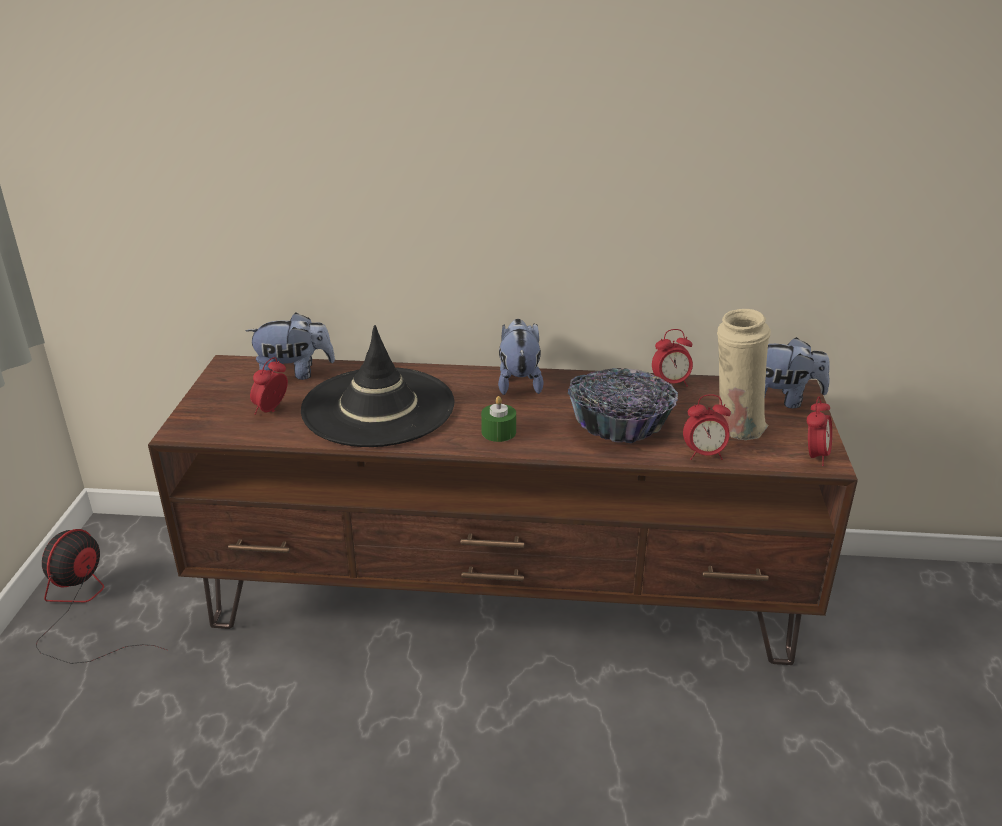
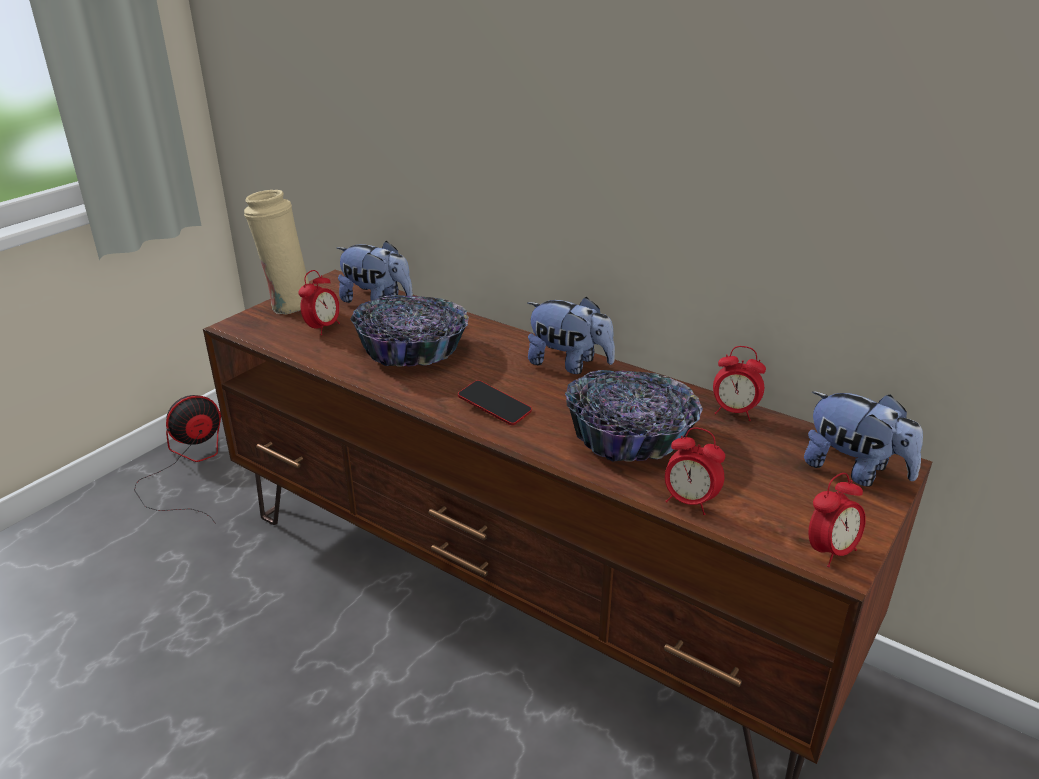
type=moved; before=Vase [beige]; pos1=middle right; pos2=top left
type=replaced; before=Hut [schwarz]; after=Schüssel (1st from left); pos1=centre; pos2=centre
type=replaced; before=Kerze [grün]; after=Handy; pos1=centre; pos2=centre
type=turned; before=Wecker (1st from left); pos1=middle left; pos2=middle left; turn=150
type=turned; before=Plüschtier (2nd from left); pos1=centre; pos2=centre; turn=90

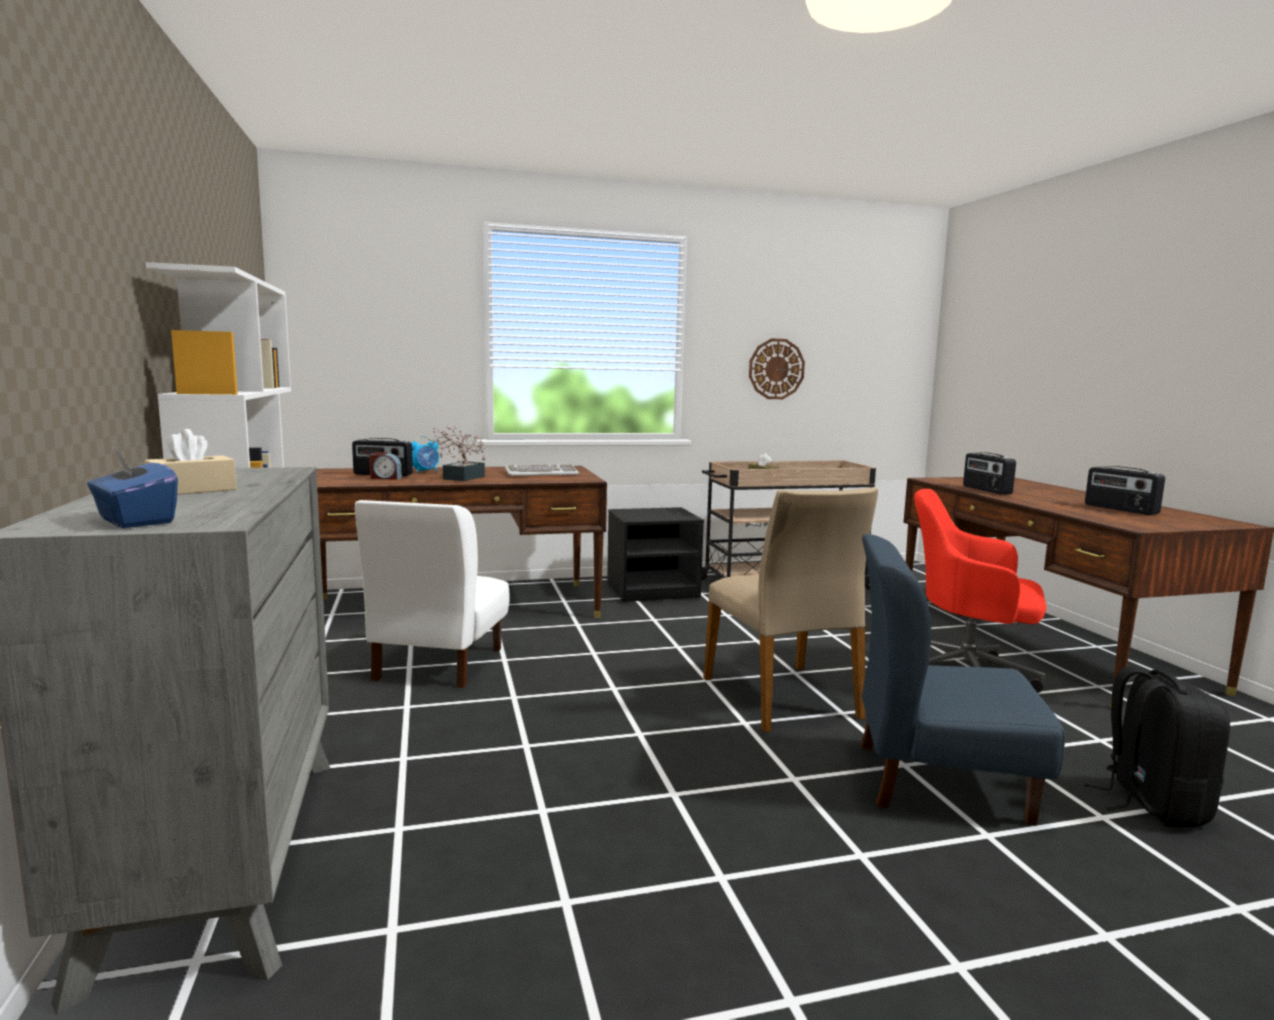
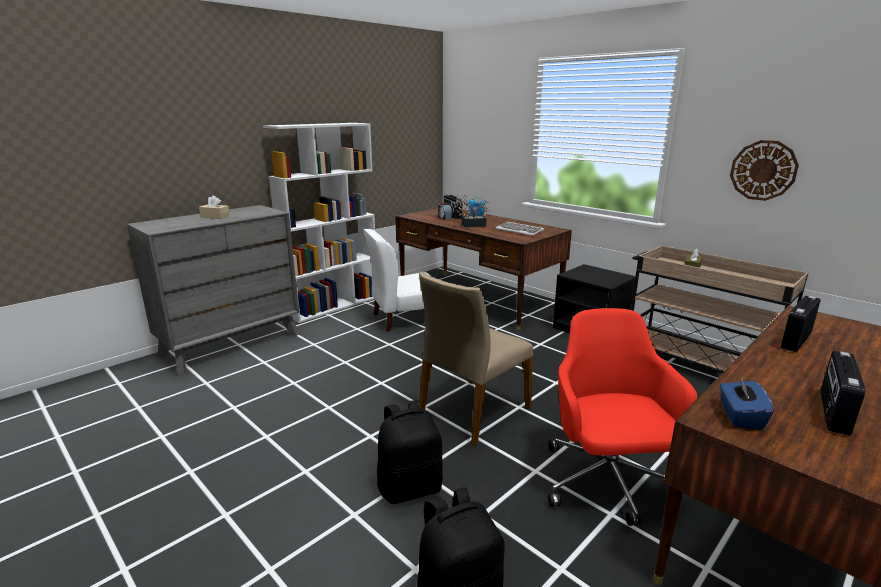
type=moved; before=Taschentuchbox [blau]; pos1=middle left; pos2=bottom right
type=replaced; before=Stuhl [blau]; after=Rucksack [schwarz] (1st from left); pos1=bottom right; pos2=bottom centre

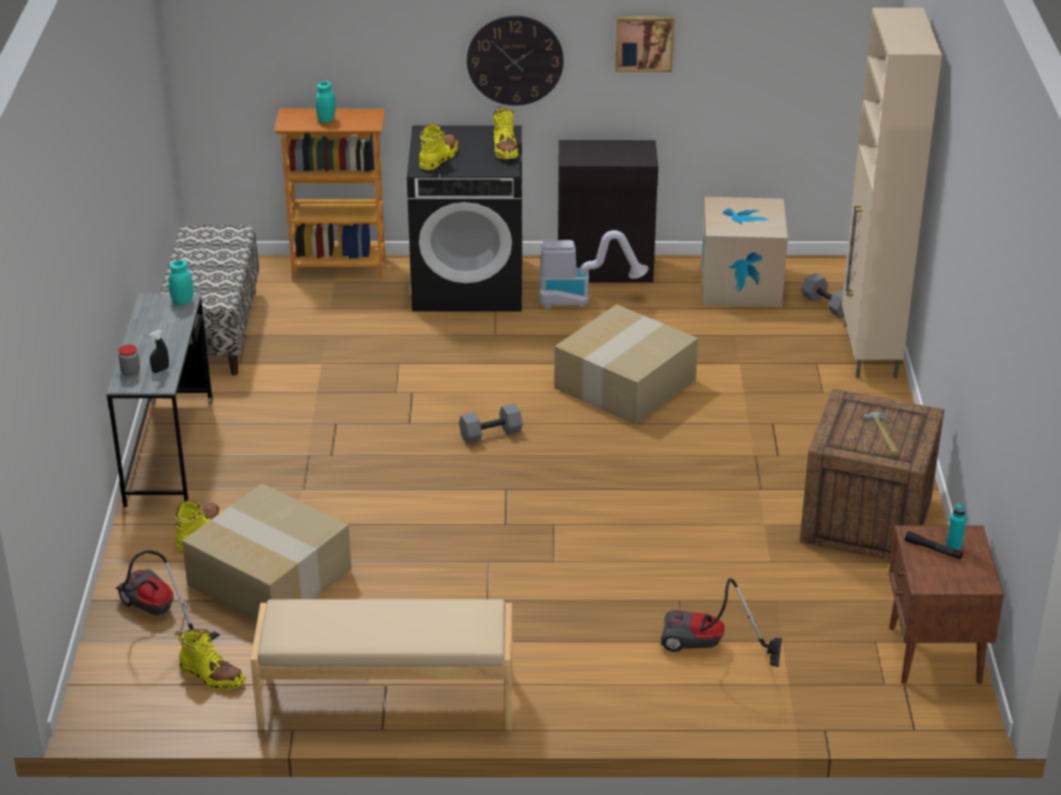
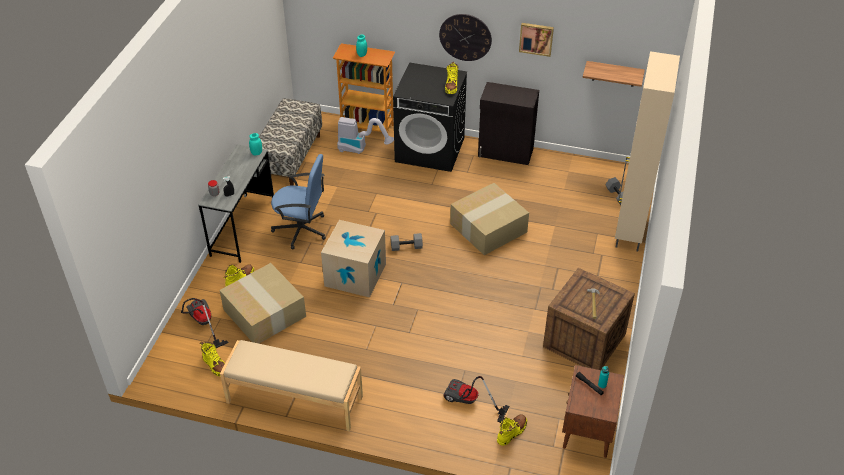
type=added; after=Bürostuhl [blau]; pos2=centre
type=added; after=Wandregal; pos2=top right
type=moved; before=Stiefel [gelb] (3rd from left in the first image); after=Stiefel [gelb] (4th from left); pos1=top centre; pos2=bottom centre
type=moved; before=Staubsauger (2nd from left); pos1=centre; pos2=top centre
type=moved; before=Karton (3rd from left in the first image); after=Karton (2nd from left); pos1=top right; pos2=centre

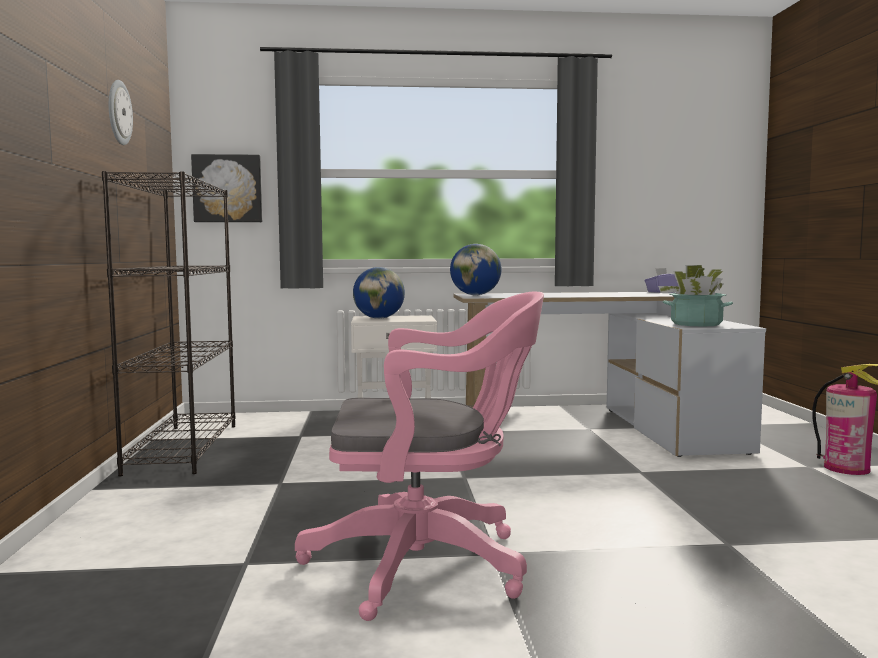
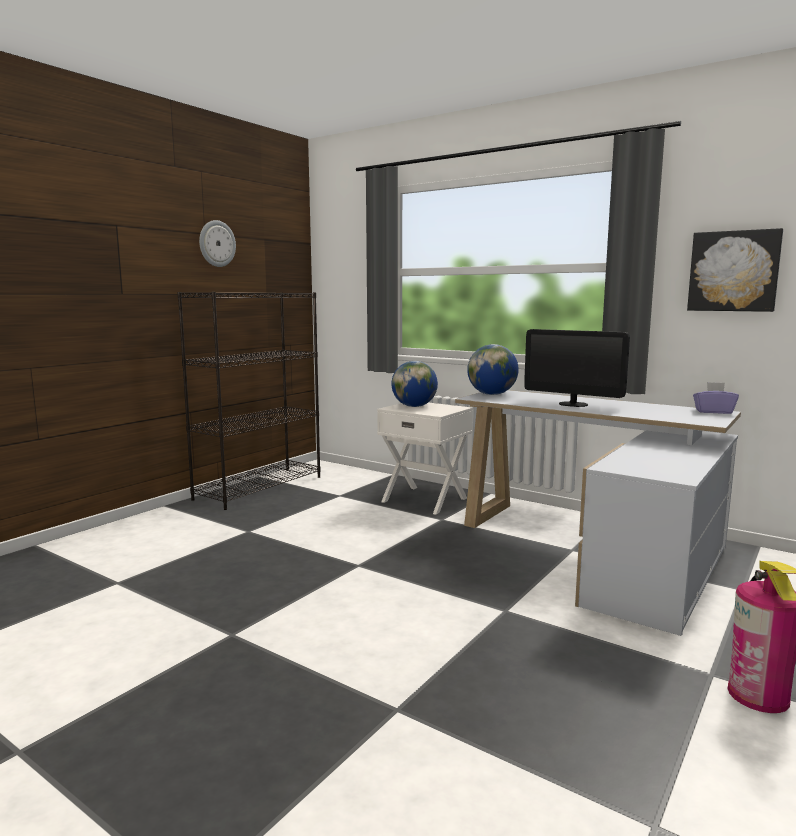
type=removed; before=Bürostuhl [rosa]; pos1=bottom centre
type=removed; before=Topfpflanze; pos1=middle right
type=added; after=Monitor; pos2=middle right
type=moved; before=Bild; pos1=top left; pos2=top right

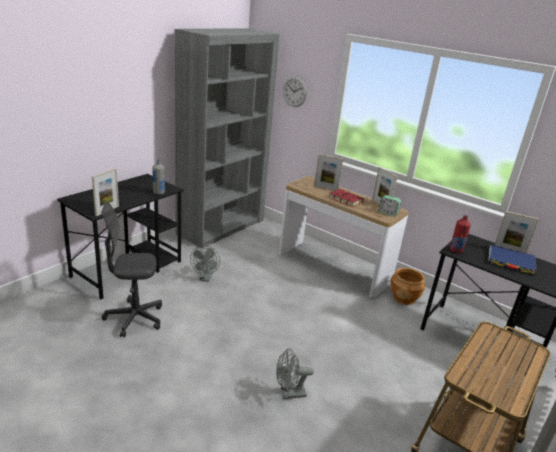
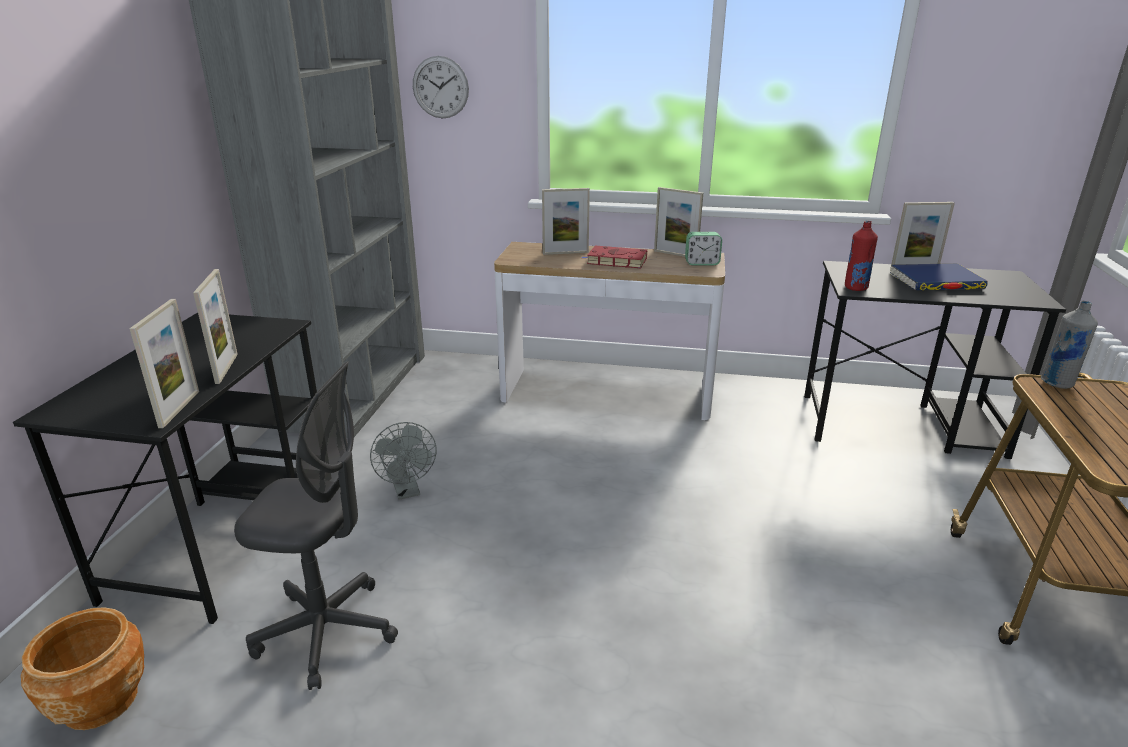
type=removed; before=Ventilator [grau] (2nd from left); pos1=bottom centre
type=added; after=Bilderrahmen (2nd from left); pos2=middle left
type=moved; before=Flasche [grau]; pos1=middle left; pos2=middle right
type=moved; before=Pflanzkübel [braun]; pos1=middle right; pos2=bottom left
type=turned; before=Bürostuhl [grau]; pos1=middle left; pos2=bottom left; turn=-135

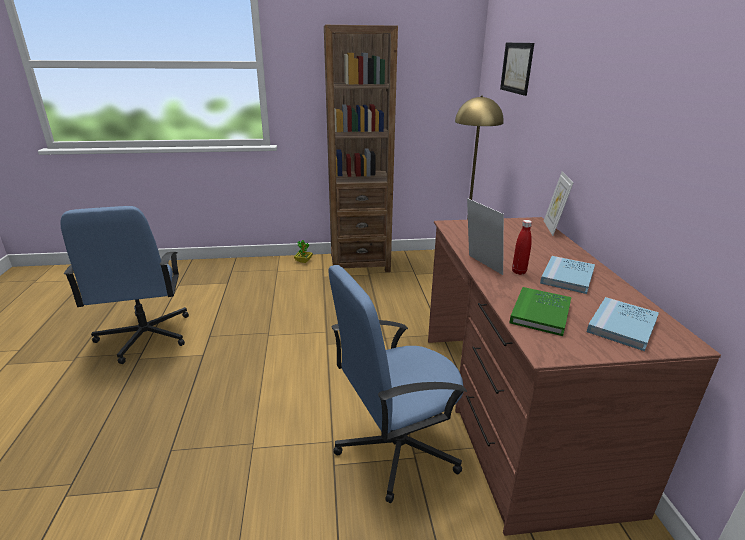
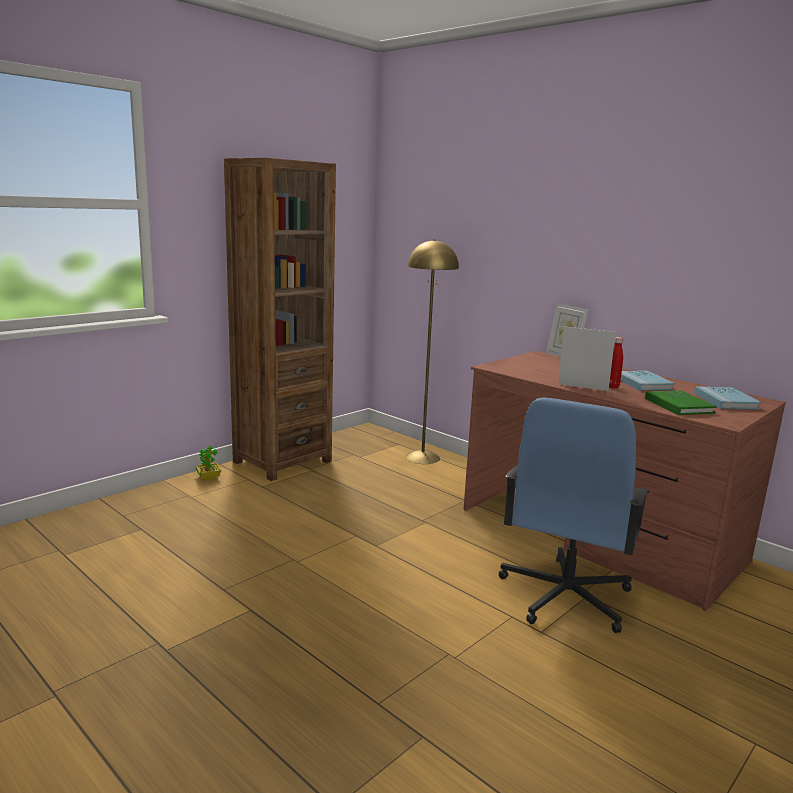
type=removed; before=Bürostuhl [blau] (1st from left); pos1=middle left
type=removed; before=Bild; pos1=top right

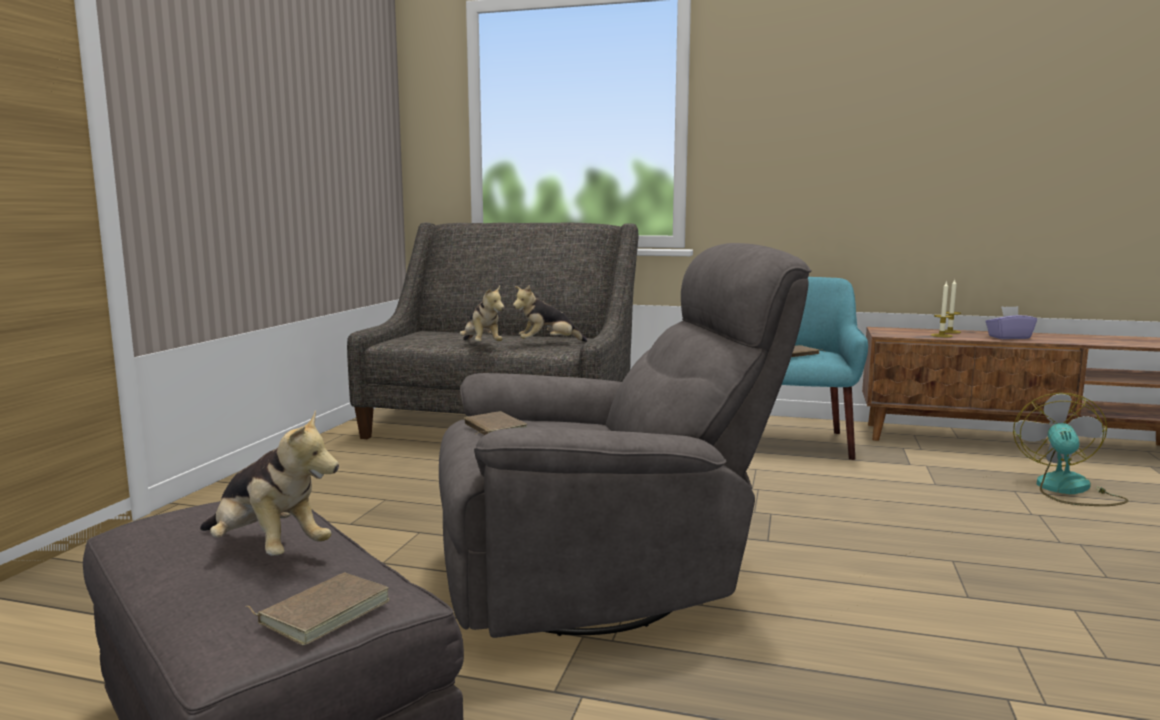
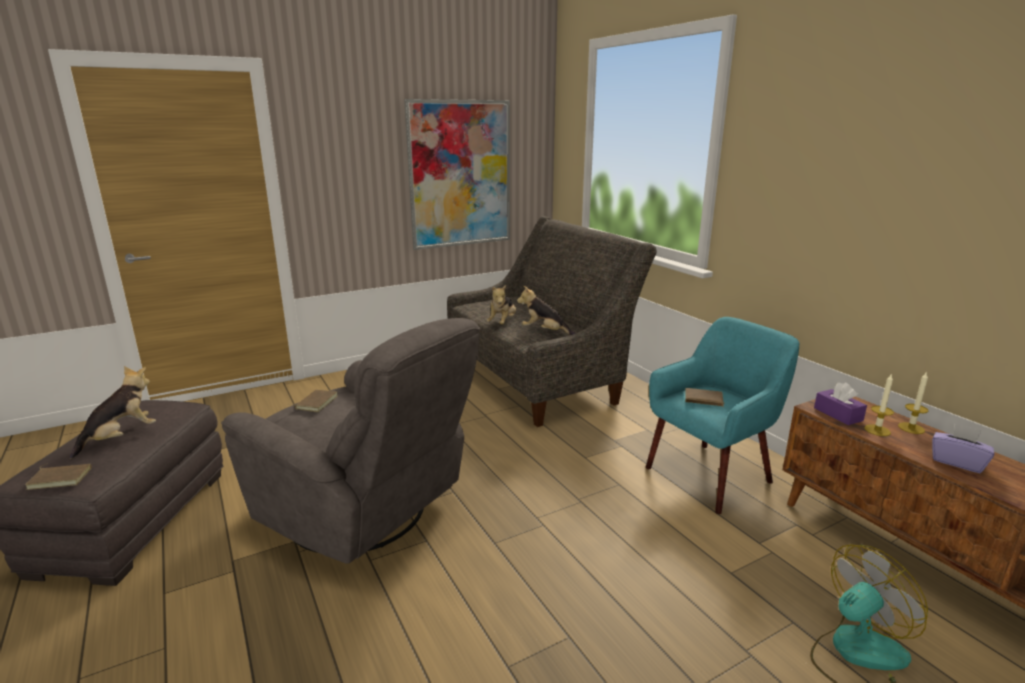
type=added; after=Bild; pos2=top centre
type=added; after=Taschentuchbox [lila] (1st from left); pos2=middle right
type=turned; before=Plüschtier (1st from left); pos1=bottom left; pos2=middle left; turn=-135

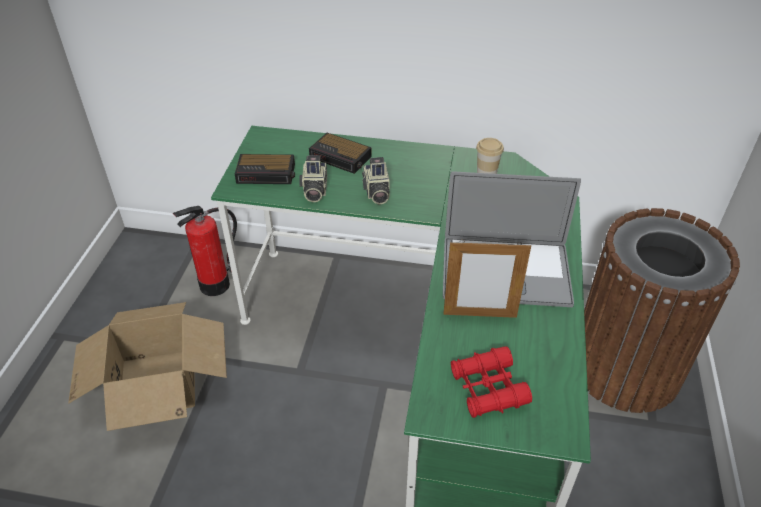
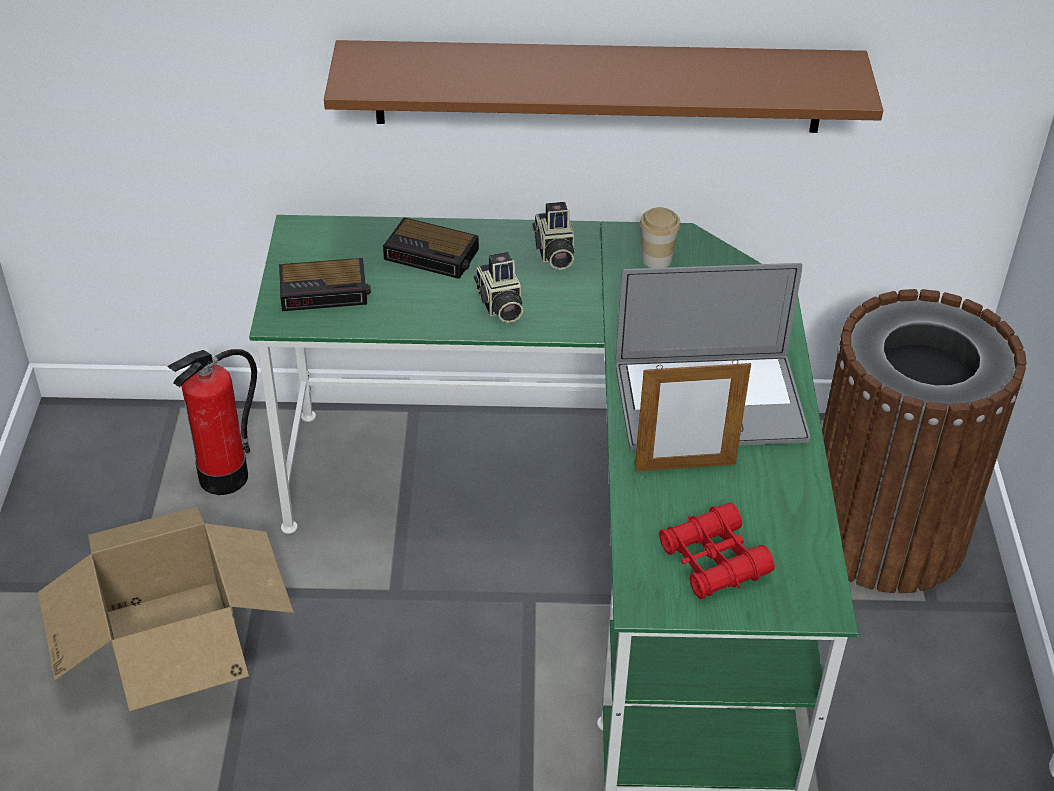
type=added; after=Wandregal [braun]; pos2=top centre
type=moved; before=Kamera (1st from left in the first image); after=Kamera (2nd from left); pos1=centre; pos2=top centre

